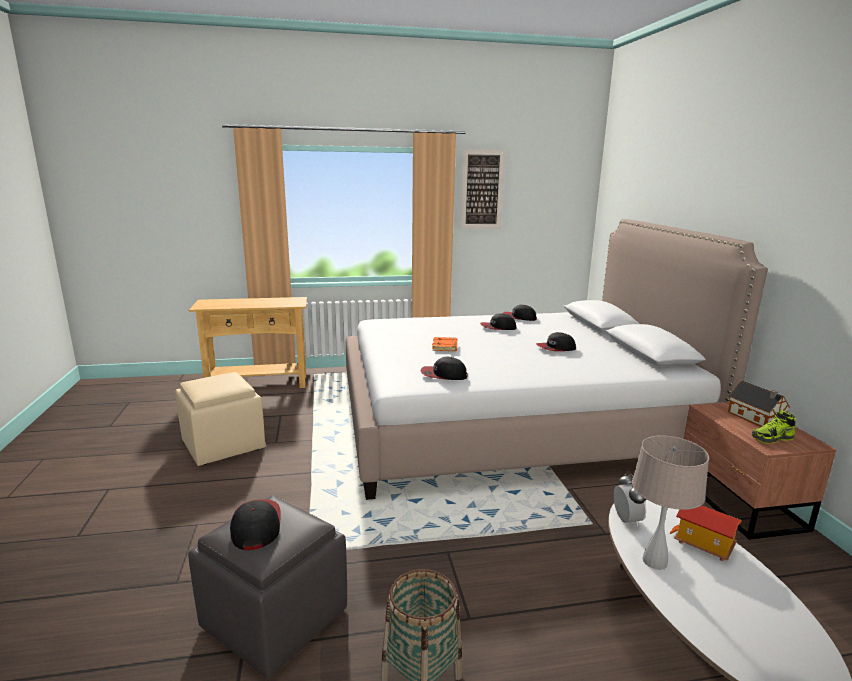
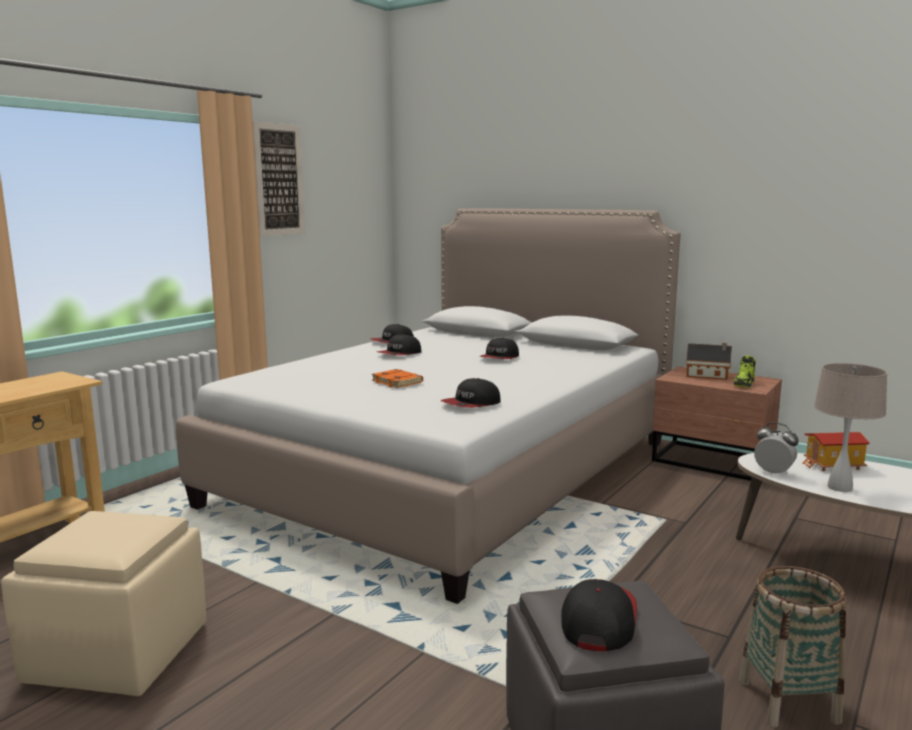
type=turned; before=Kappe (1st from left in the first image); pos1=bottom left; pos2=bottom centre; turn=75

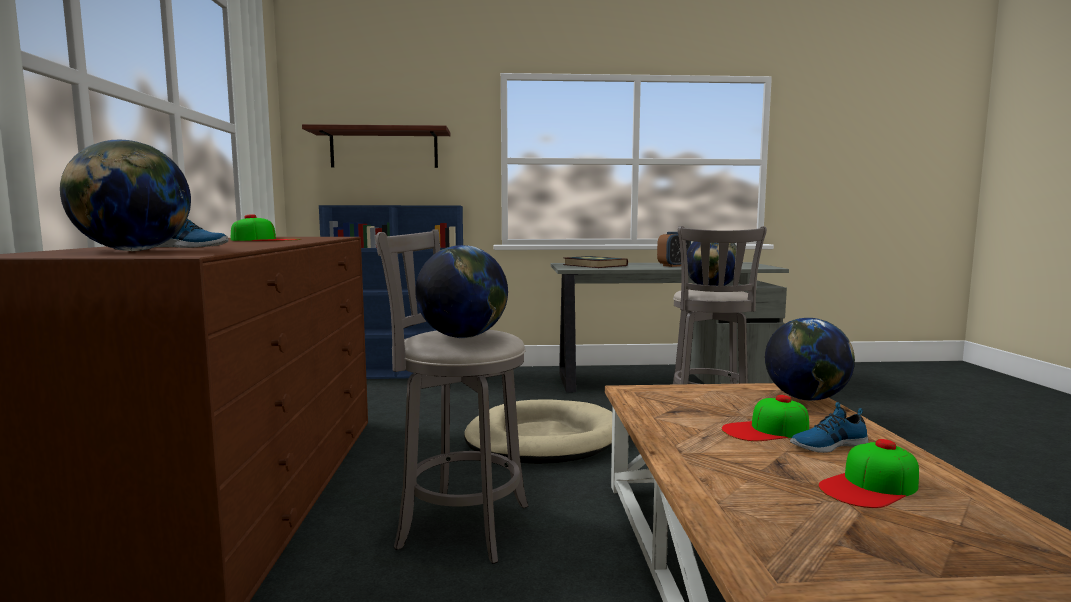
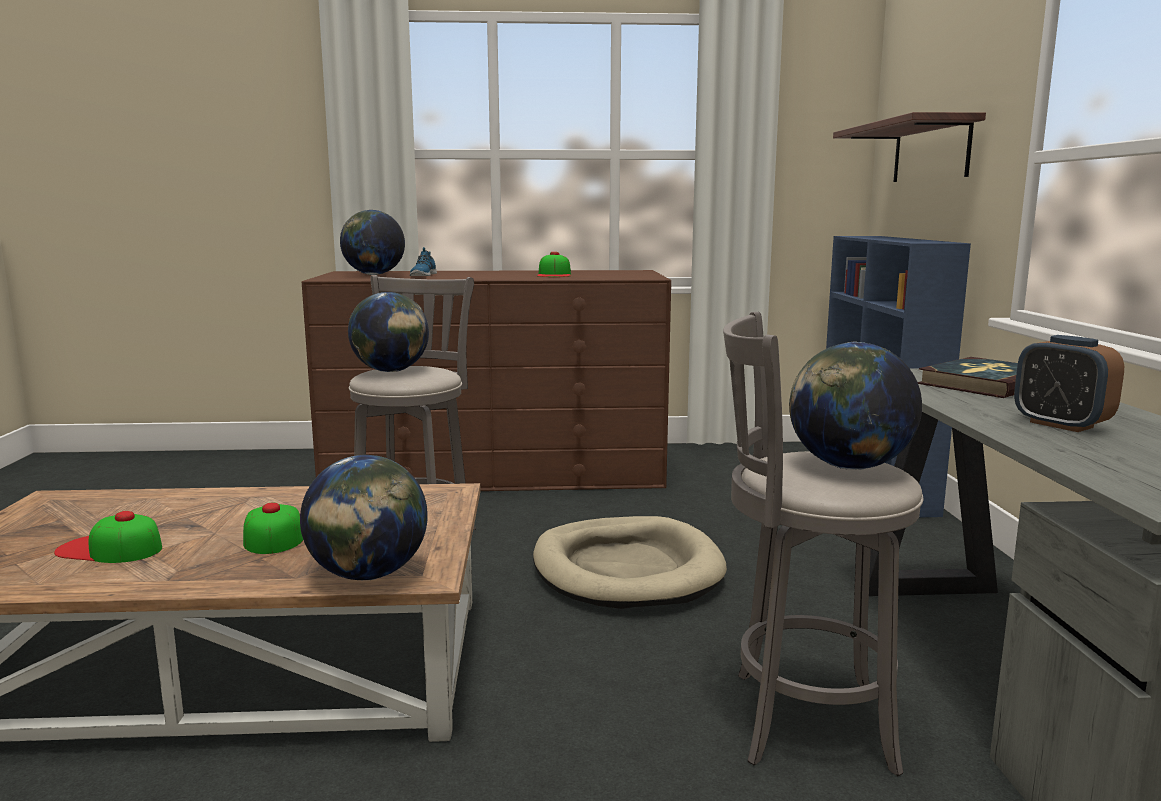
type=removed; before=Schuh (2nd from left); pos1=bottom right
type=turned; before=Kappe (3rd from left in the first image); pos1=bottom right; pos2=bottom left; turn=-45

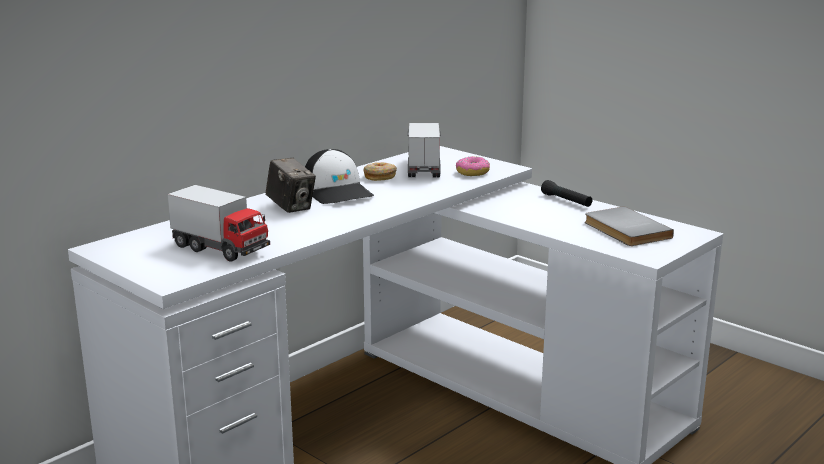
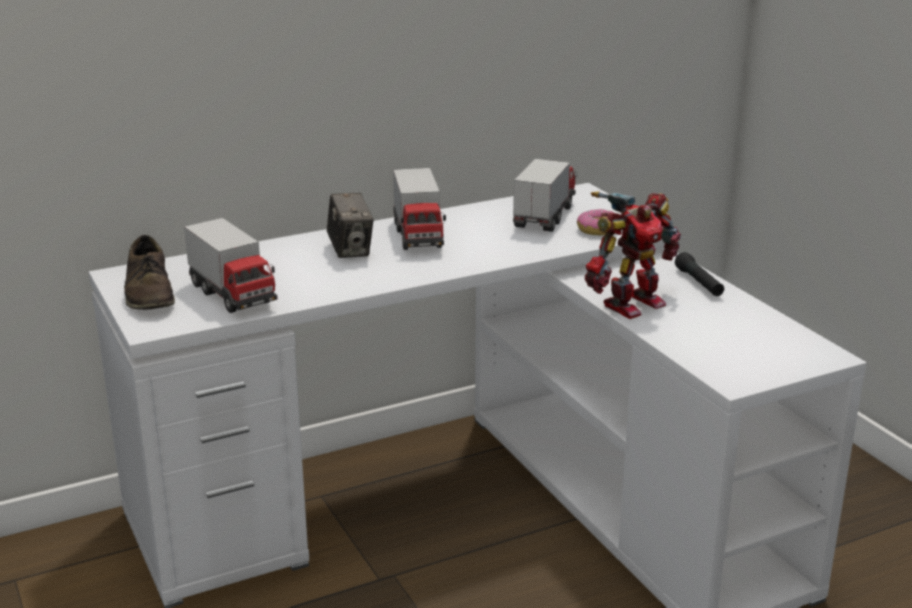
type=removed; before=Donut (1st from left); pos1=centre
type=removed; before=Buch [grau]; pos1=middle right
type=added; after=Schuh [braun]; pos2=middle left
type=added; after=Spielzeugroboter; pos2=middle right
type=replaced; before=Kappe; after=Spielzeuglaster (2nd from left); pos1=centre; pos2=centre

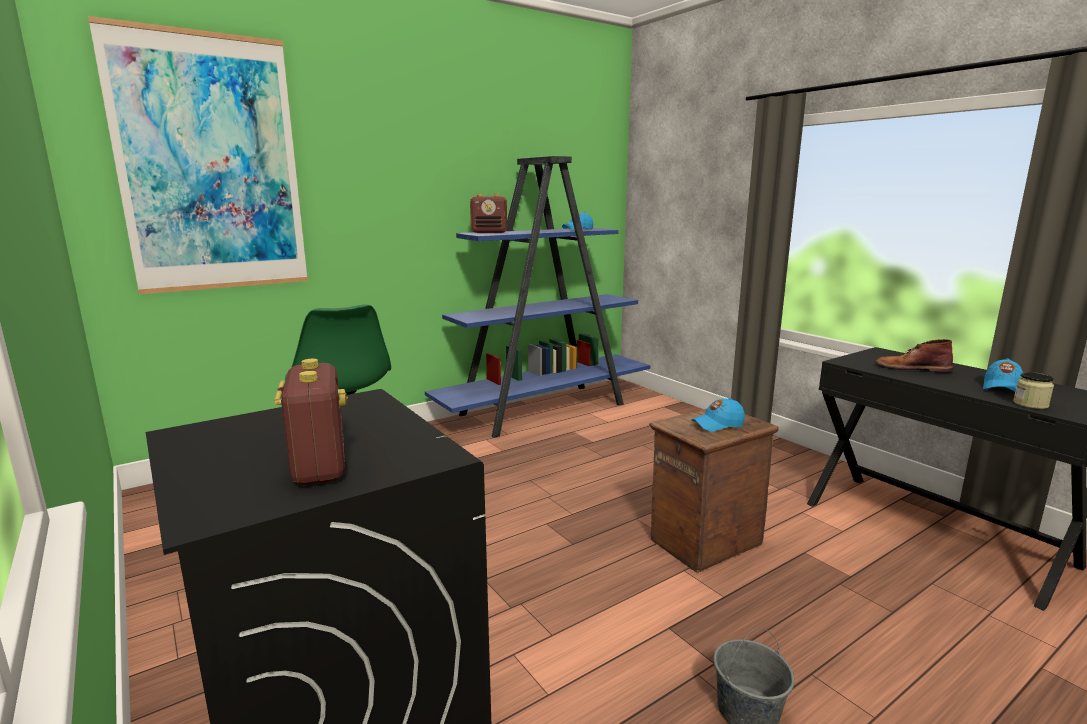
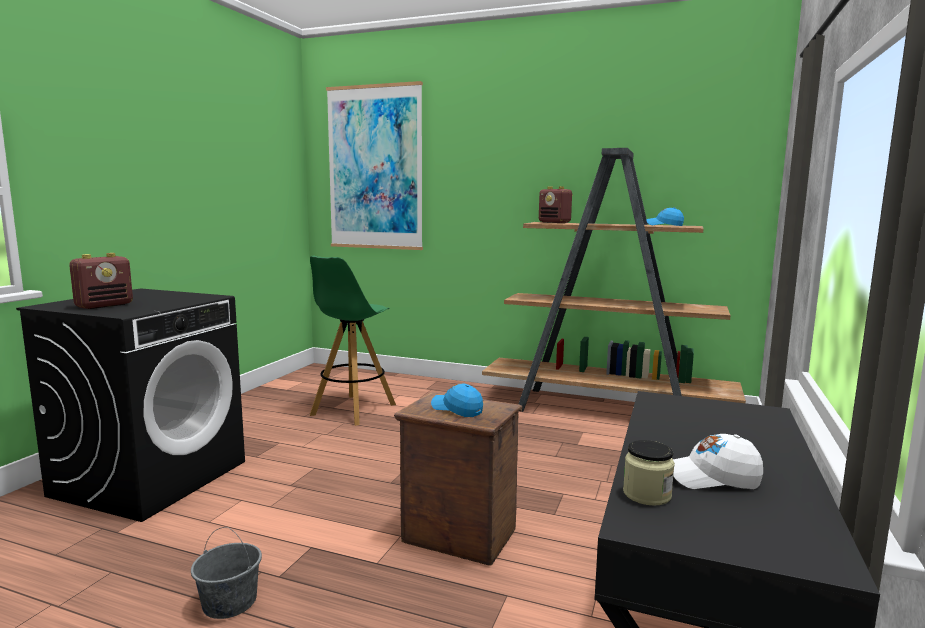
type=removed; before=Stiefel [braun]; pos1=middle right
type=recoloured; before=Bücherregal [blau]; after=Bücherregal [braun]; pos1=centre; pos2=centre
type=recoloured; before=Kappe [blau] (3rd from left); after=Kappe [weiß]; pos1=middle right; pos2=bottom right

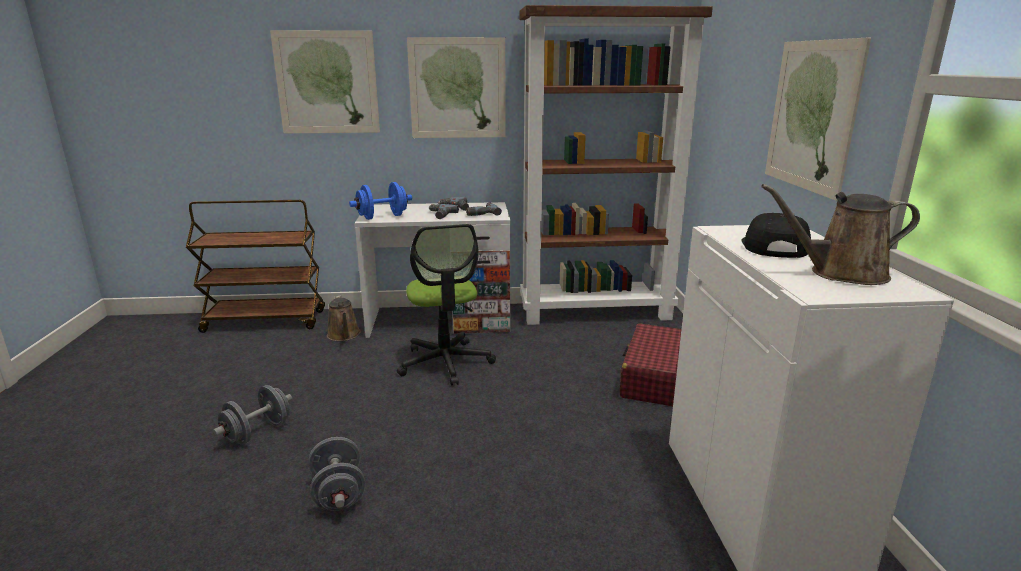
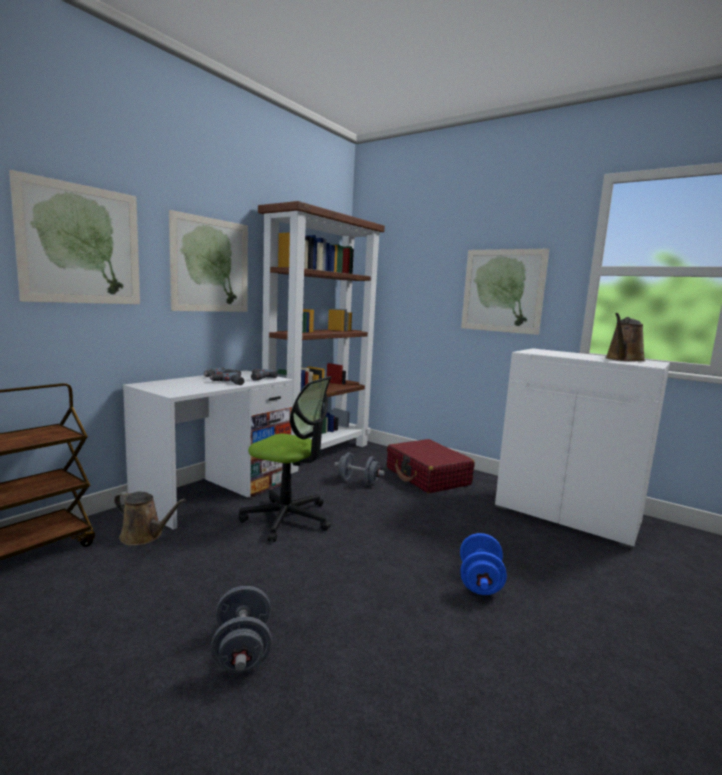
type=removed; before=Kappe [schwarz]; pos1=middle right
type=moved; before=Hantel [grau] (2nd from left); pos1=bottom left; pos2=centre
type=moved; before=Hantel [blau]; pos1=centre; pos2=bottom right

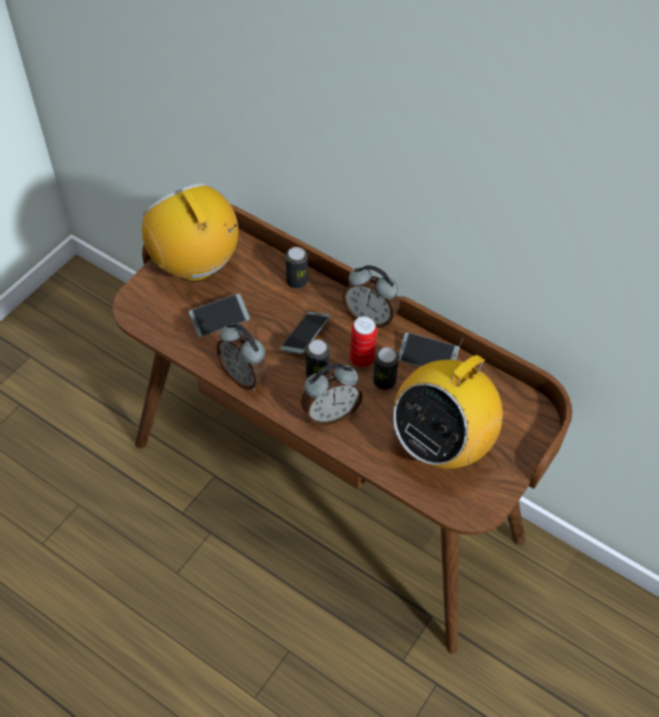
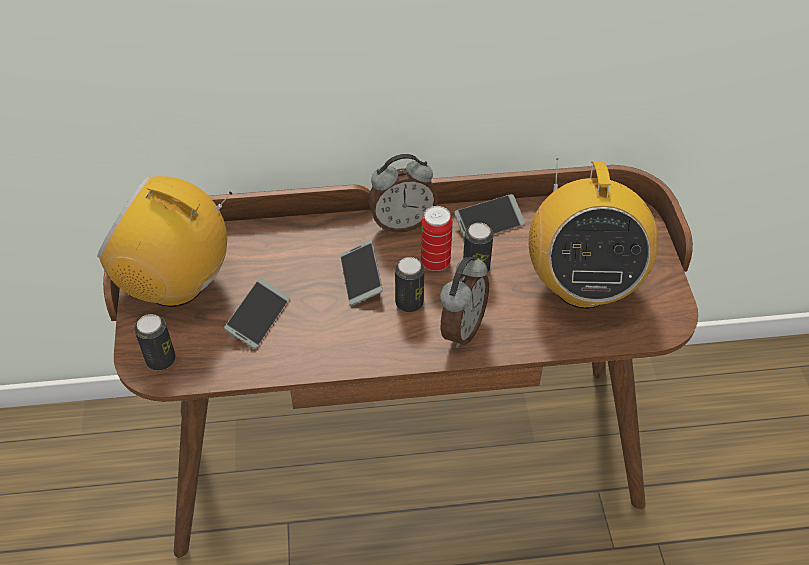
type=removed; before=Wecker (1st from left); pos1=centre
type=moved; before=Dose (1st from left); pos1=centre; pos2=middle left

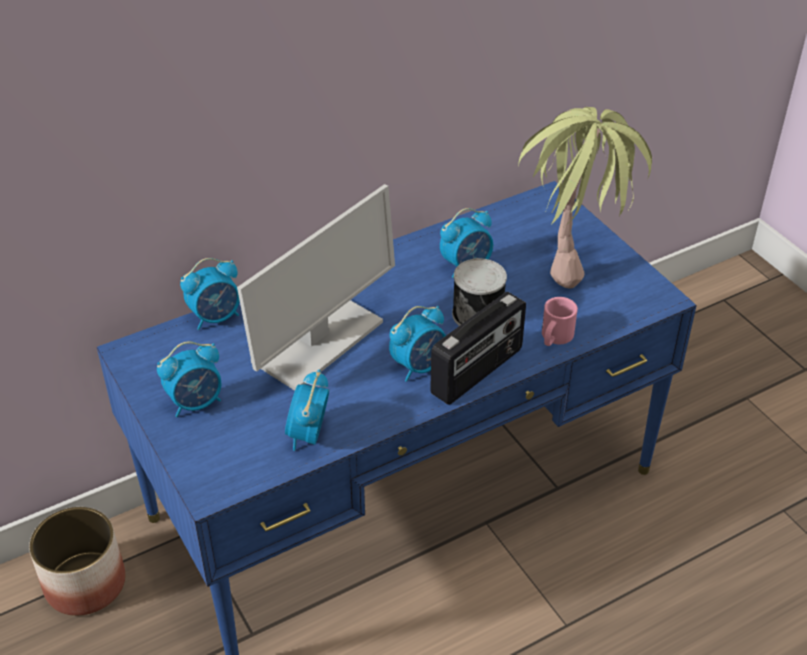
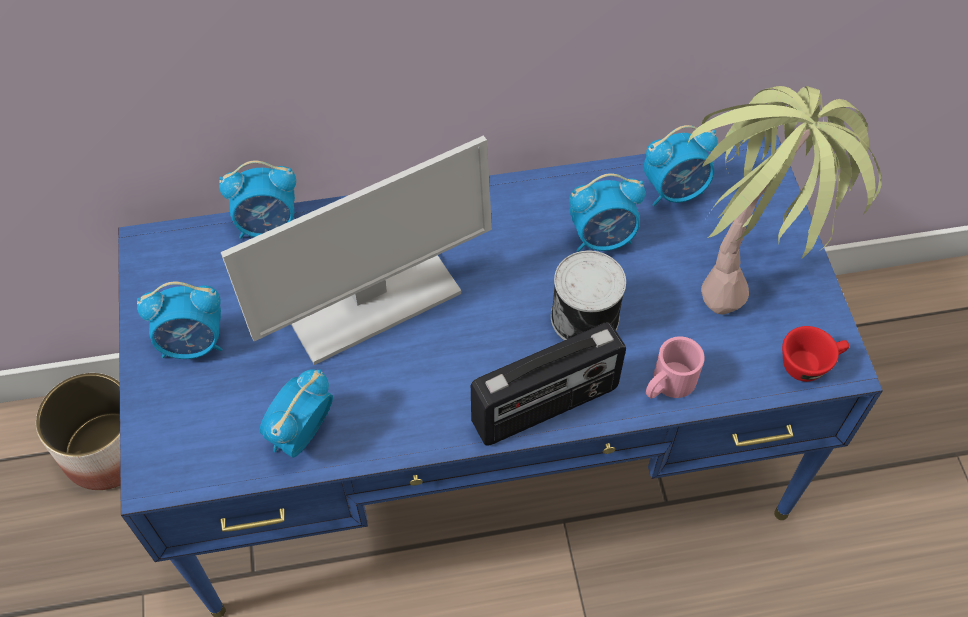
type=added; after=Tasse [rot]; pos2=middle right
type=moved; before=Wecker (4th from left in the first image); after=Wecker (5th from left); pos1=centre; pos2=top right

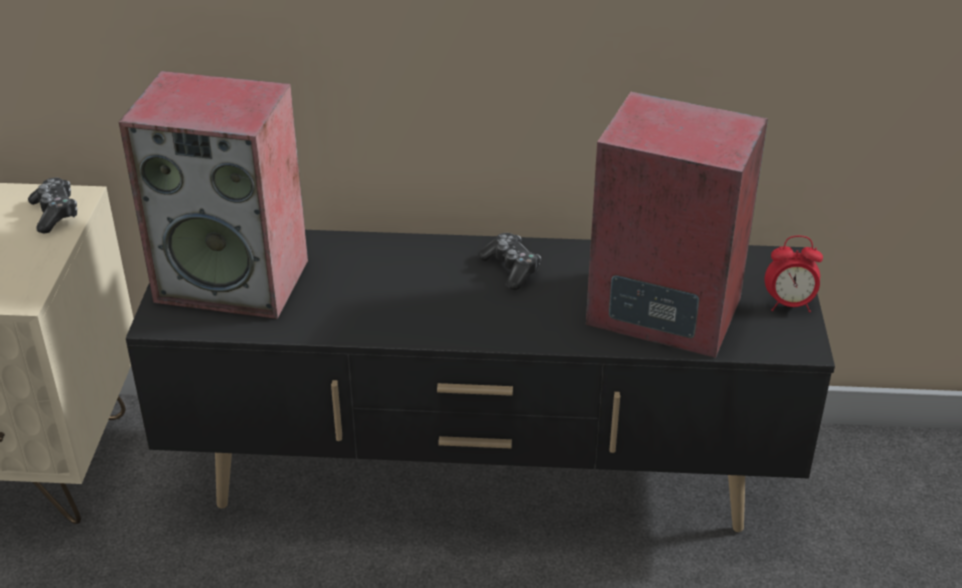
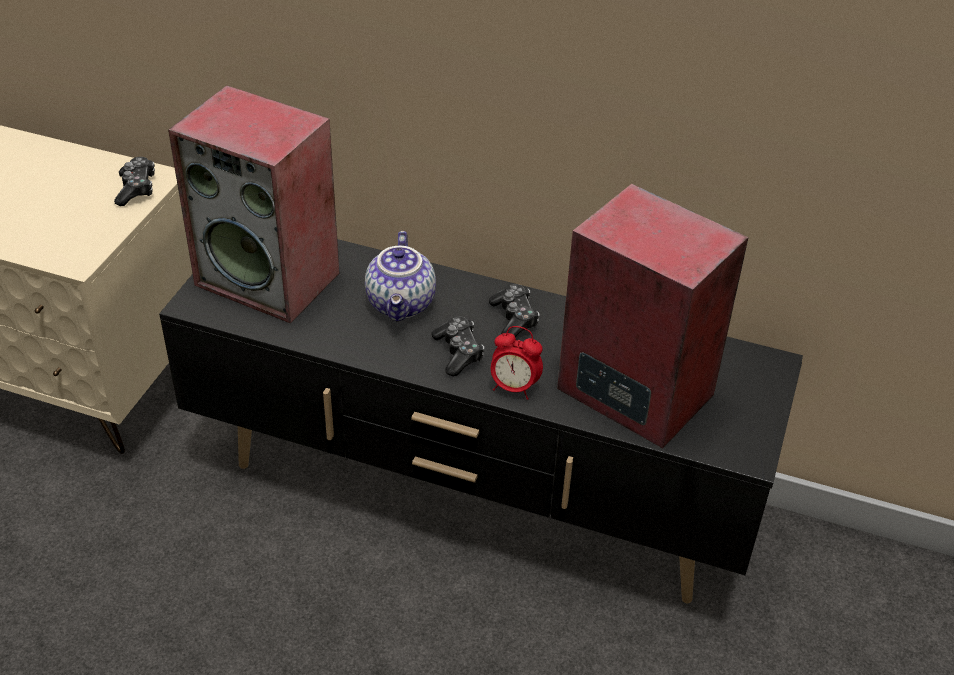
type=added; after=Teekanne; pos2=centre
type=added; after=Gamepad (2nd from left); pos2=centre
type=moved; before=Wecker; pos1=middle right; pos2=centre

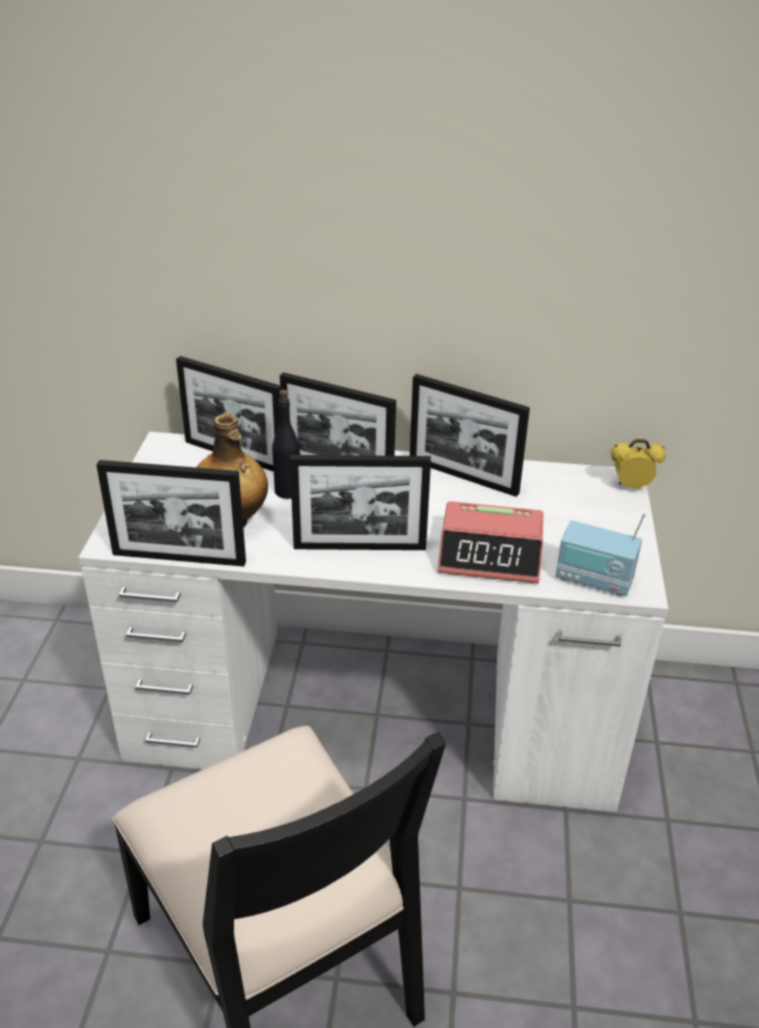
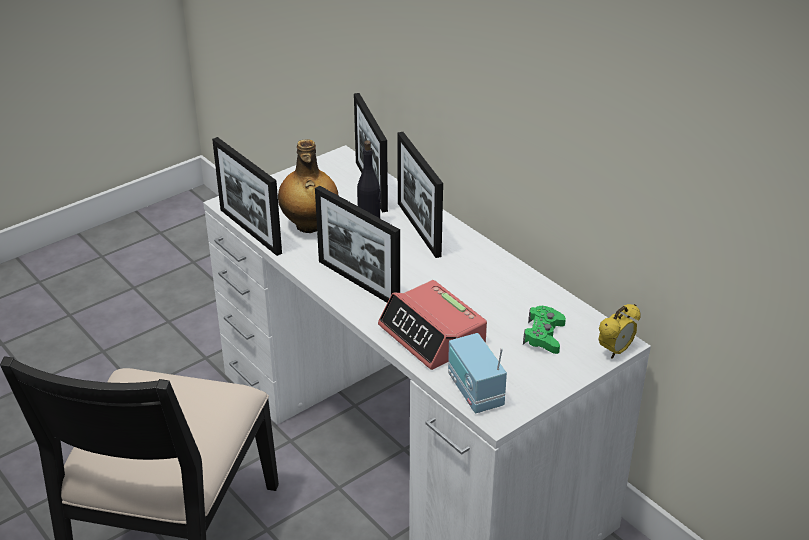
type=removed; before=Bilderrahmen (5th from left); pos1=centre
type=added; after=Gamepad [grün]; pos2=middle right
type=turned; before=Wecker (2nd from left); pos1=middle right; pos2=middle right; turn=90

